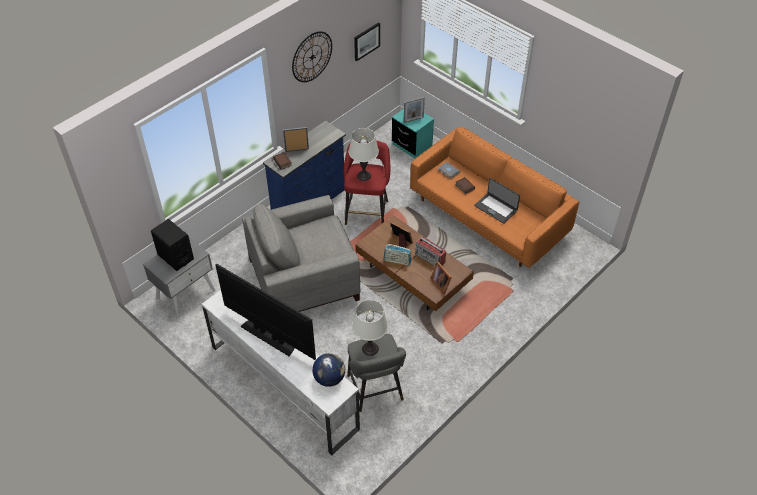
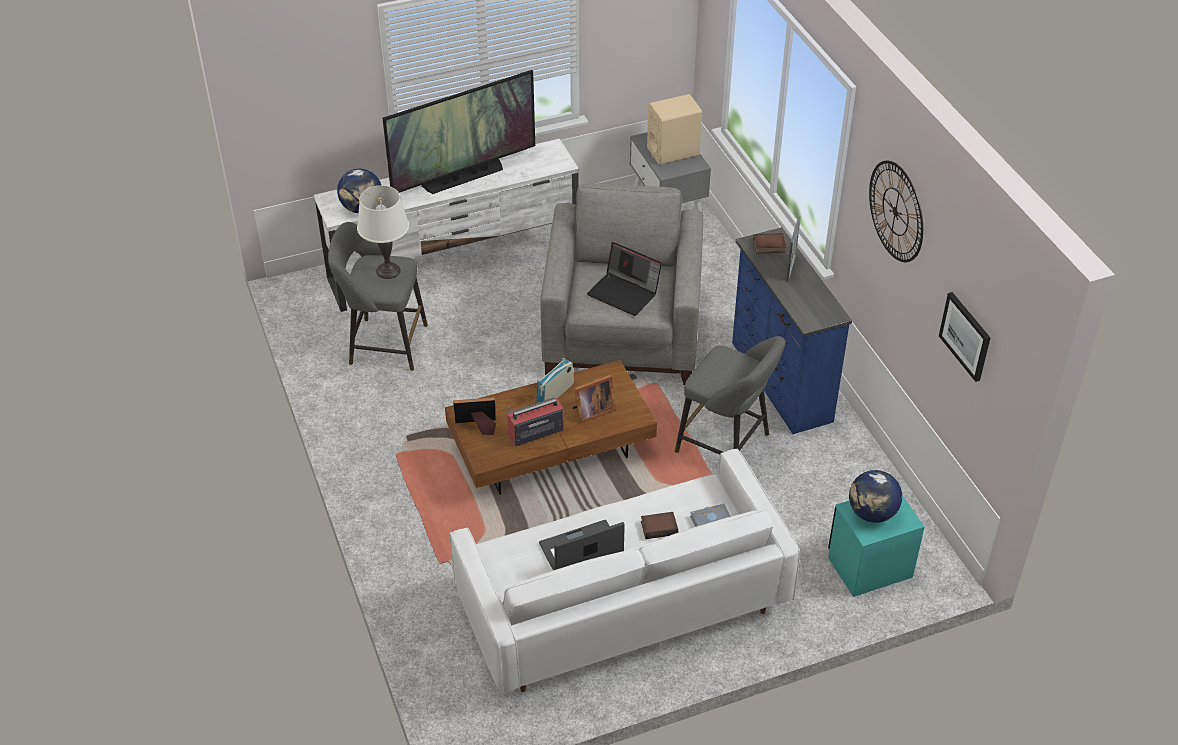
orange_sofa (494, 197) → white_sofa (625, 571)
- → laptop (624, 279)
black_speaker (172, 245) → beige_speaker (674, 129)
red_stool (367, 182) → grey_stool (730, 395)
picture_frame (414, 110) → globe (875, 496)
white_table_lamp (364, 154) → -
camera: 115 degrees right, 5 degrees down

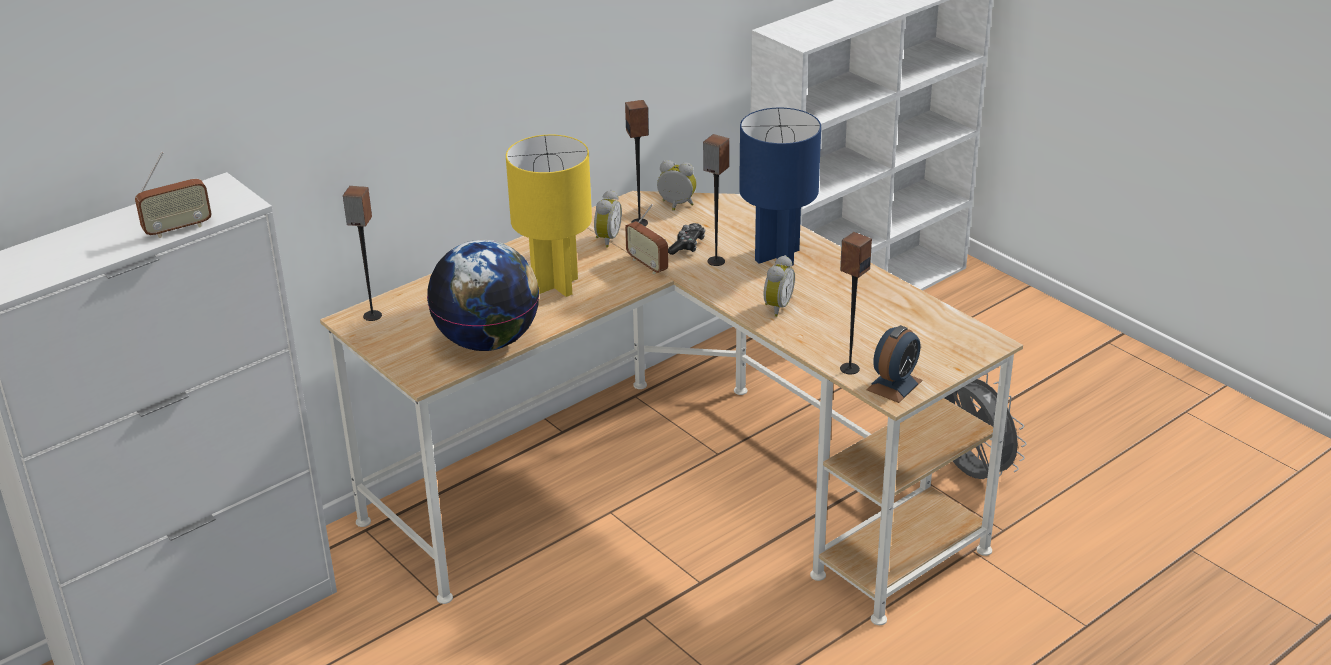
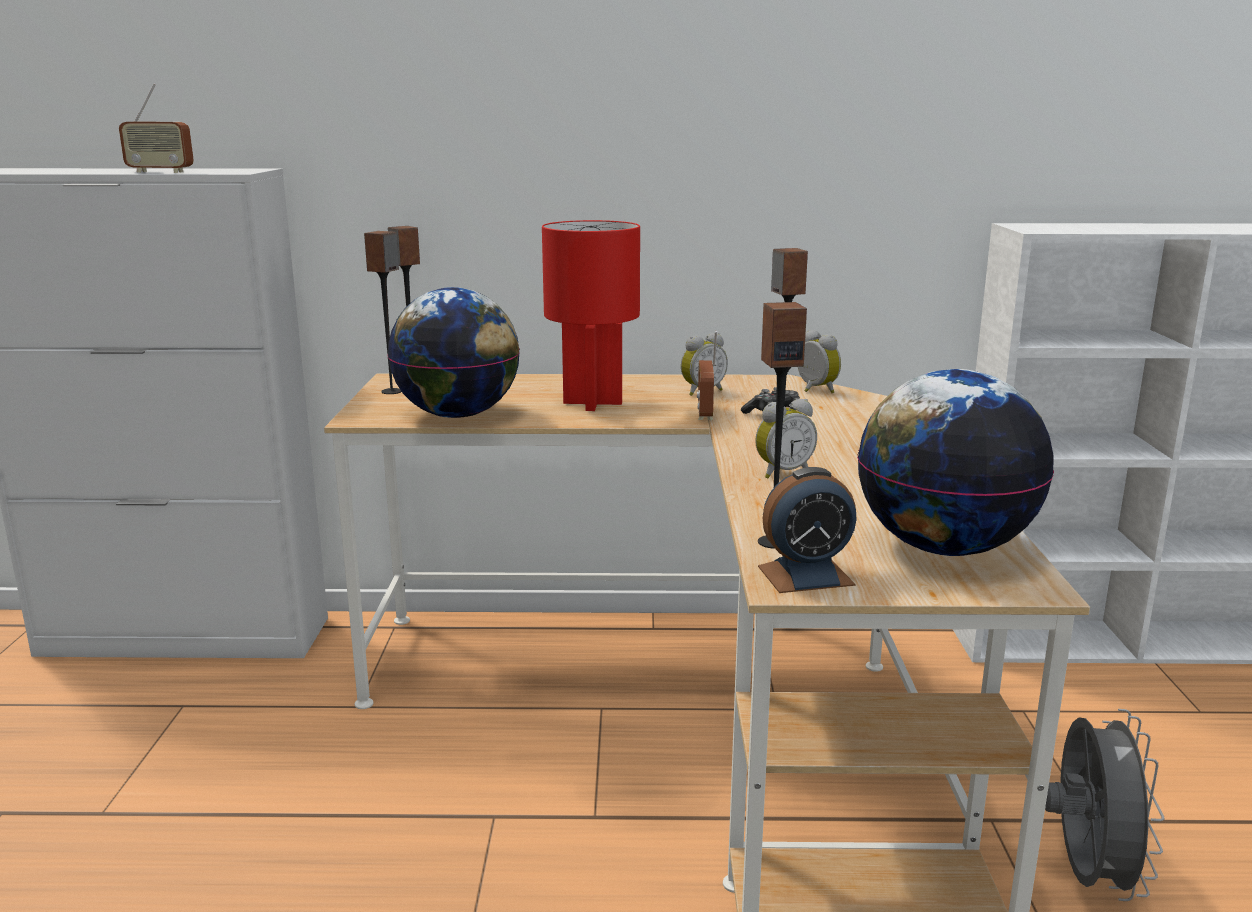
speaker (637, 163) → speaker (383, 312), moved
yellow_table_lamp (549, 216) → red_table_lamp (591, 315)
- → globe (955, 462)
blue_table_lamp (780, 187) → -
camera: 40 degrees right, 15 degrees down

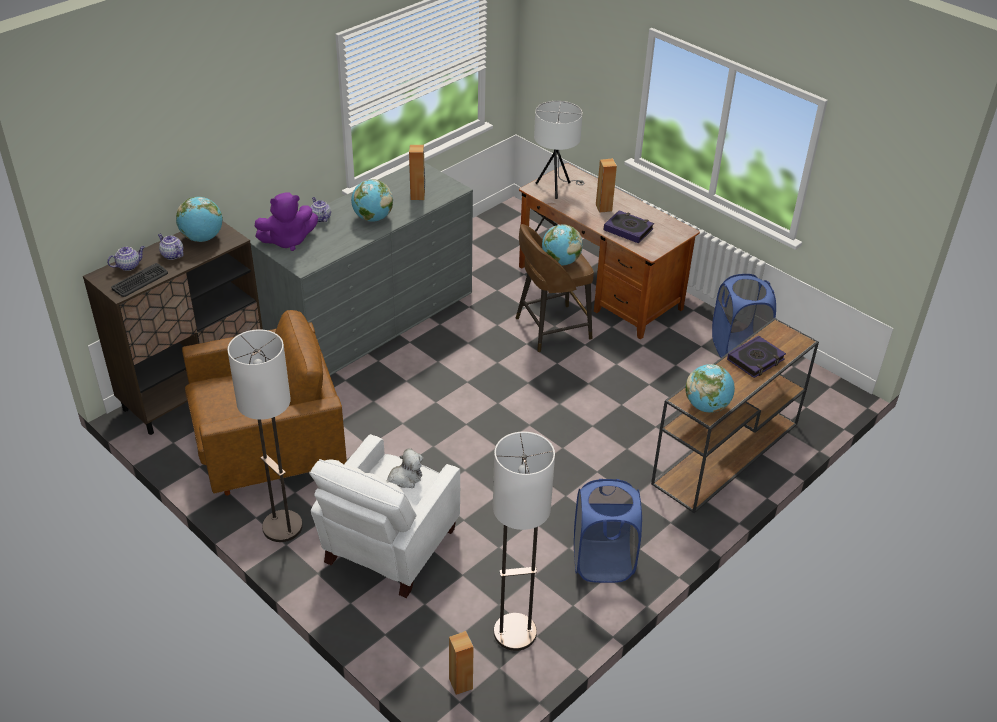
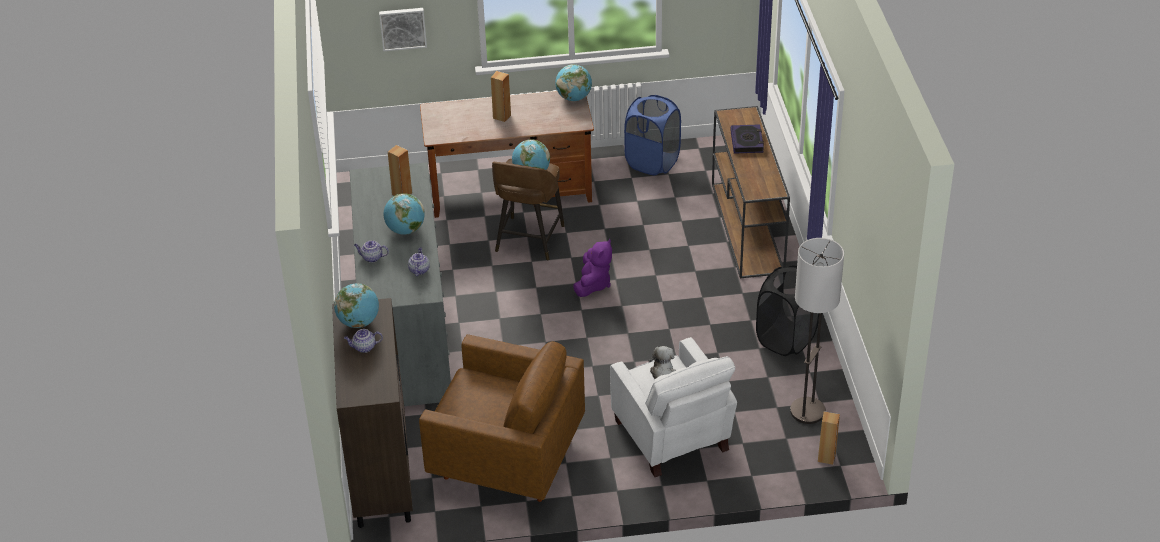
- → picture (403, 29)
teapot (125, 258) → teapot (419, 261), moved
brown_armchair (264, 403) → brown_armchair (502, 418), 90 degrees clockwise
globe (710, 388) → globe (573, 82), moved
purple_plush_toy (286, 222) → purple_plush_toy (592, 268), moved
blue_laundry_basket (608, 531) → black_laundry_basket (787, 310)
keyboard (139, 280) → -
floor_lamp (265, 435) → -
white_table_lamp (559, 150) → -
book (629, 226) → -
camera: 50 degrees left, 0 degrees up

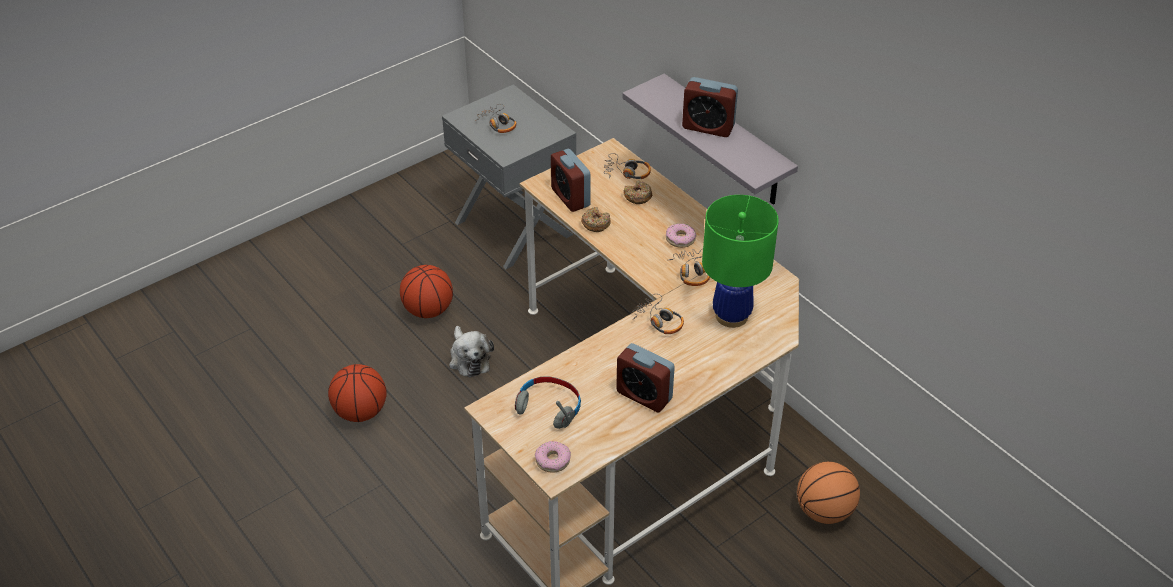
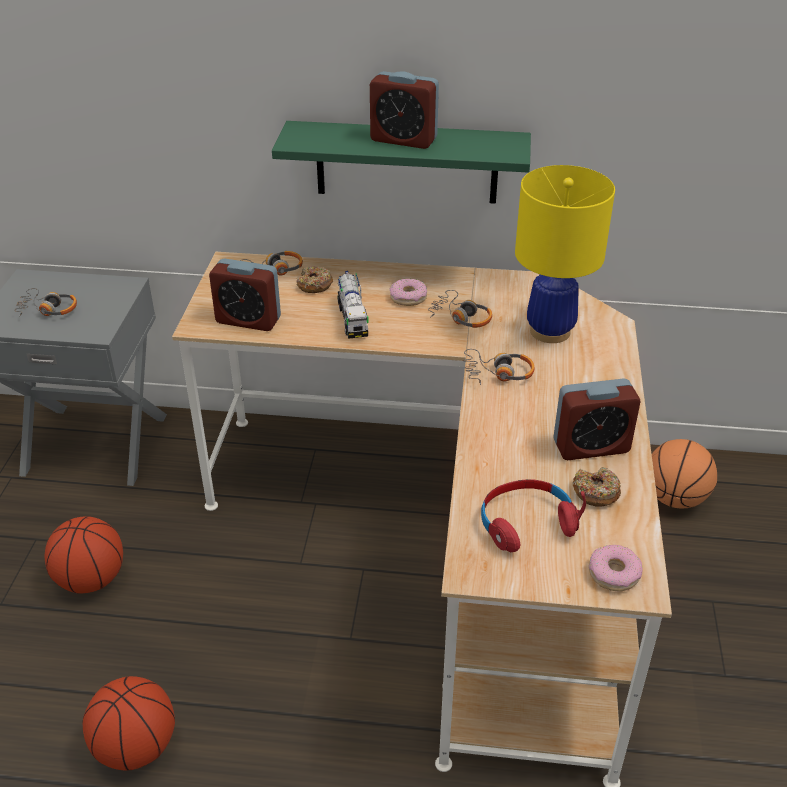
grey_shelf (710, 139) → green_shelf (401, 162)
- → toy_truck (353, 305)
alarm_clock (710, 107) → alarm_clock (404, 110), 45 degrees clockwise
grey_headphones (548, 402) → red_headphones (533, 515)
green_table_lamp (740, 261) → yellow_table_lamp (565, 254)
donut (596, 219) → donut (597, 487), moved
plush_toy (471, 352) → -
camera: 45 degrees left, 5 degrees down

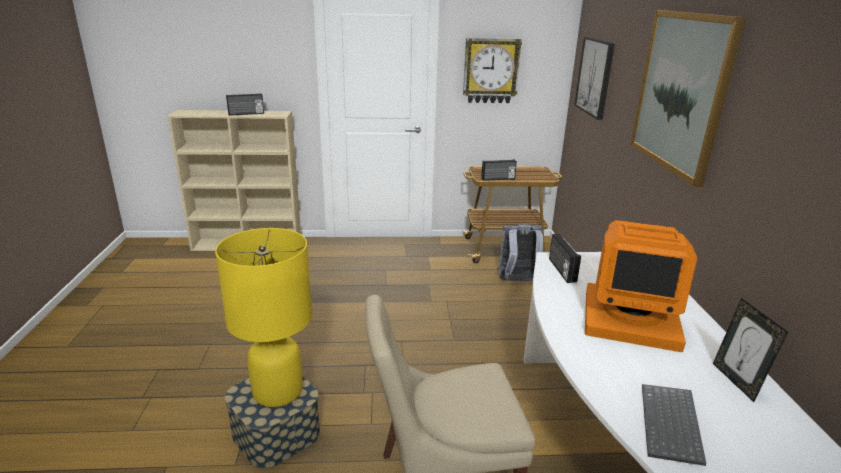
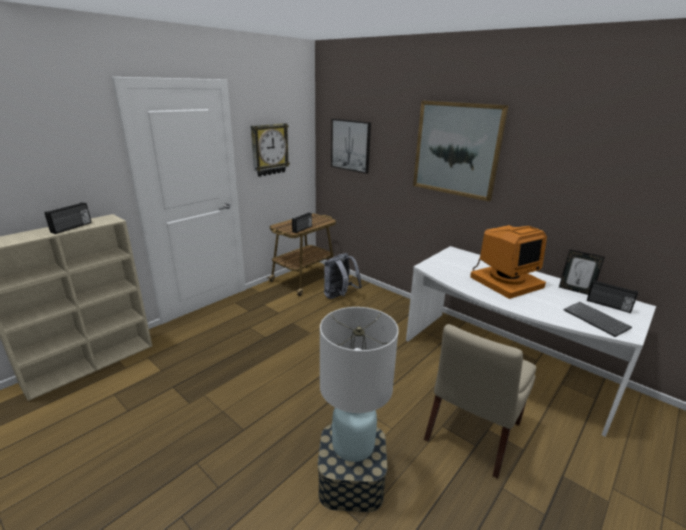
yellow_table_lamp (263, 317) → white_table_lamp (359, 384)
radio (565, 258) → radio (612, 296), moved
camera: 45 degrees left, 0 degrees up

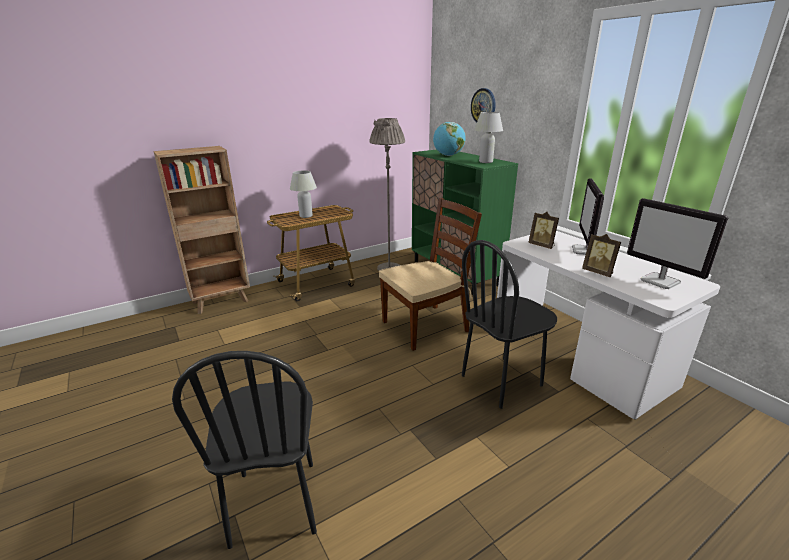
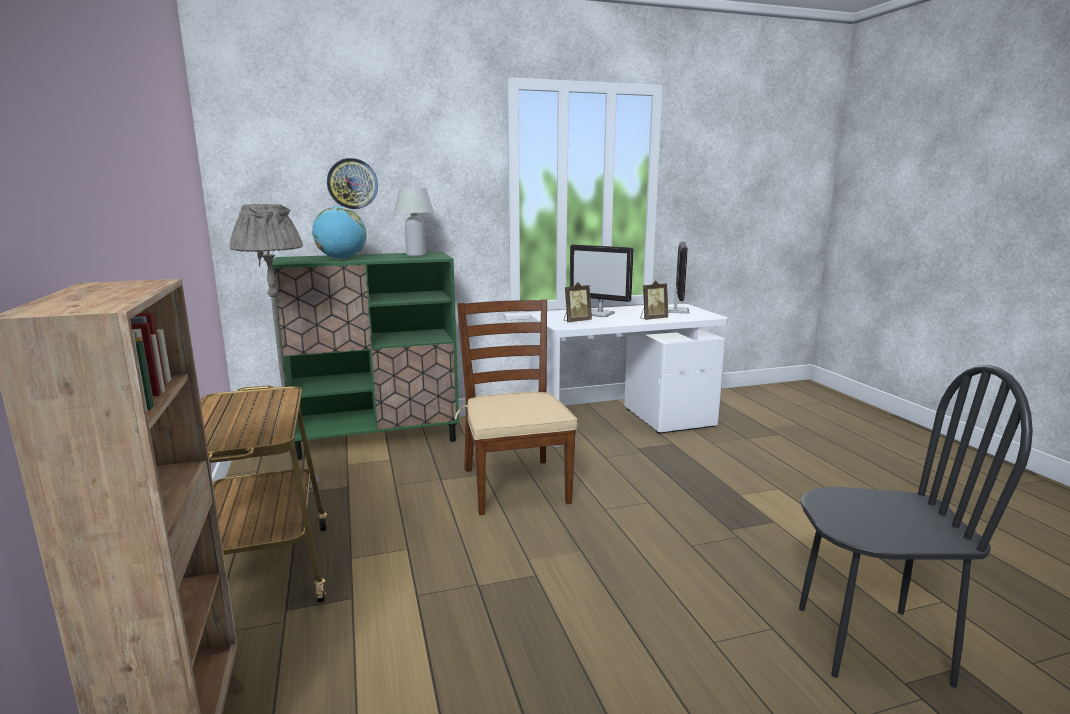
monitor (677, 243) → monitor (678, 277), 60 degrees counterclockwise
white_table_lamp (303, 194) → -
black_chair (509, 324) → -
camera: 75 degrees left, 10 degrees down

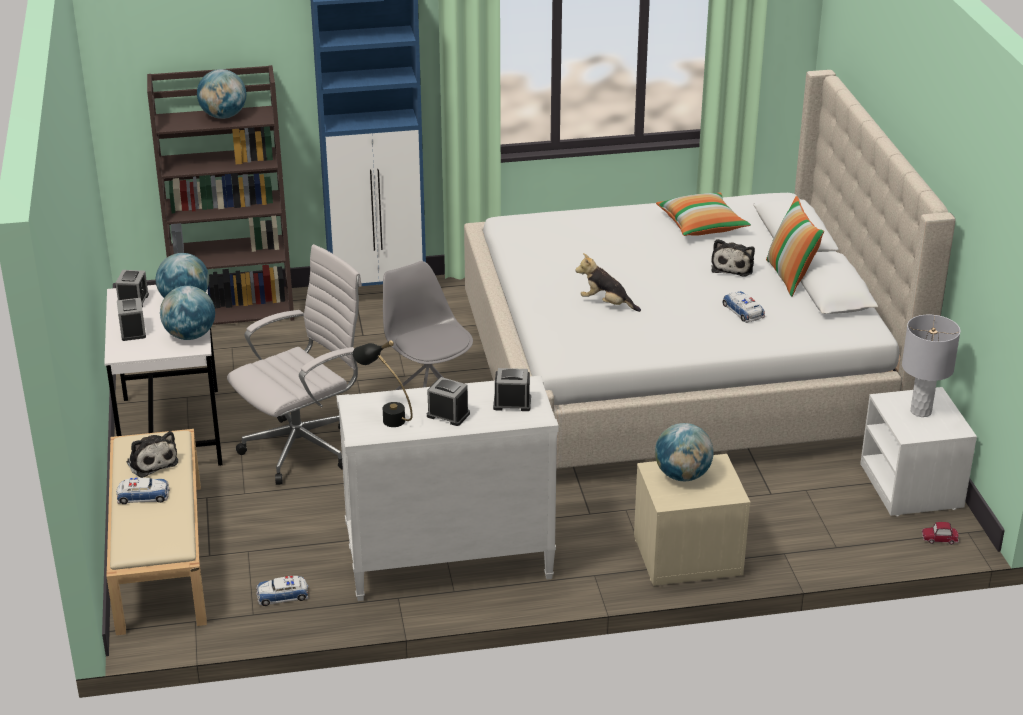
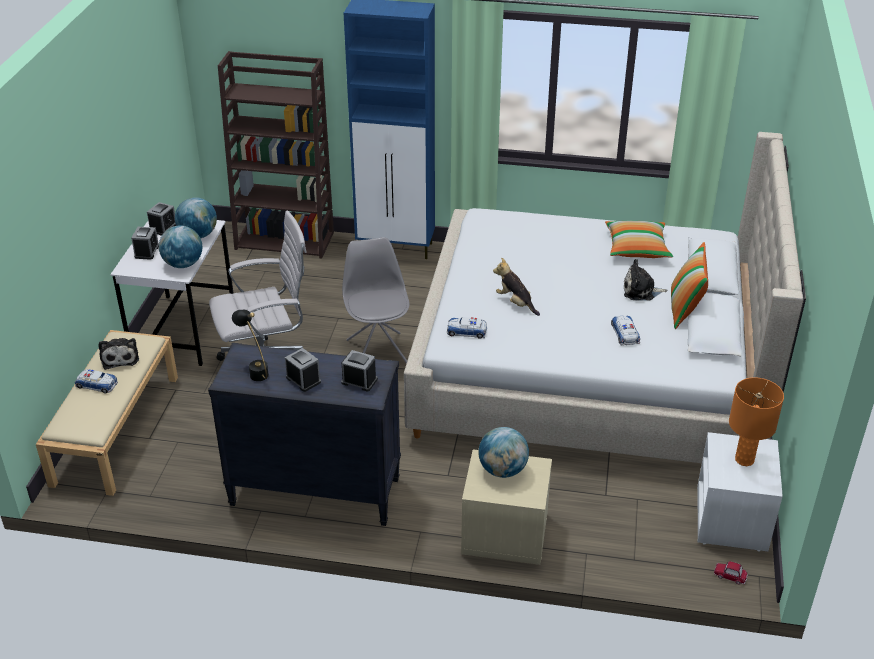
white_dresser (448, 488) → black_dresser (304, 434)
toy_car (282, 591) → toy_car (467, 328), moved
plush_toy (733, 258) → plush_toy (646, 279), 60 degrees clockwise
grey_table_lamp (931, 366) → orange_table_lamp (756, 421)
globe (221, 94) → -
camera: 20 degrees right, 5 degrees up

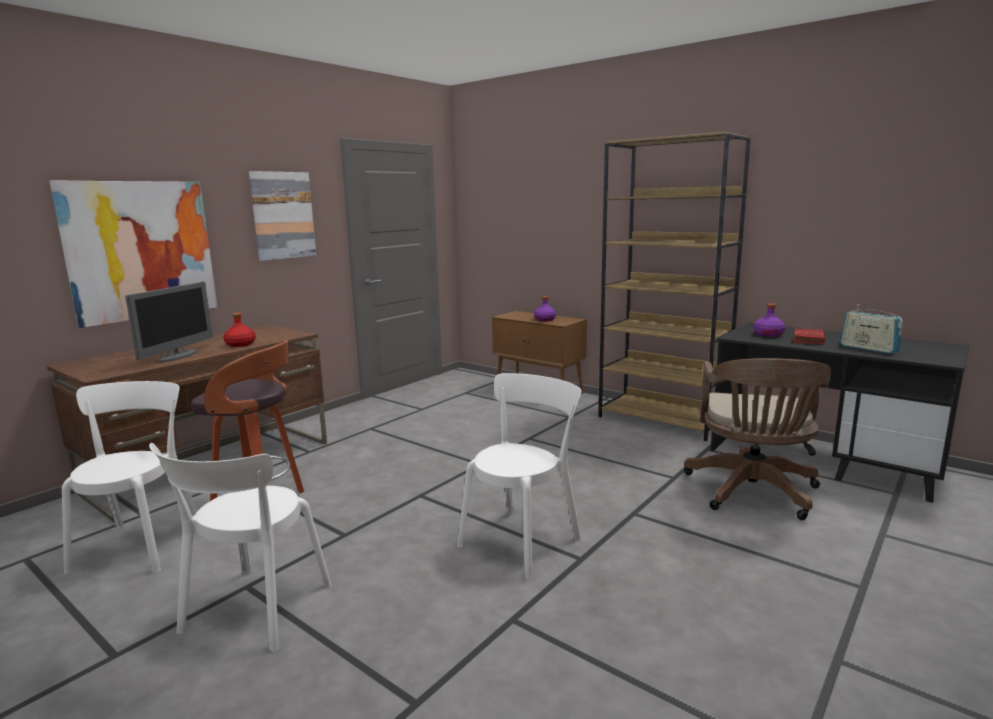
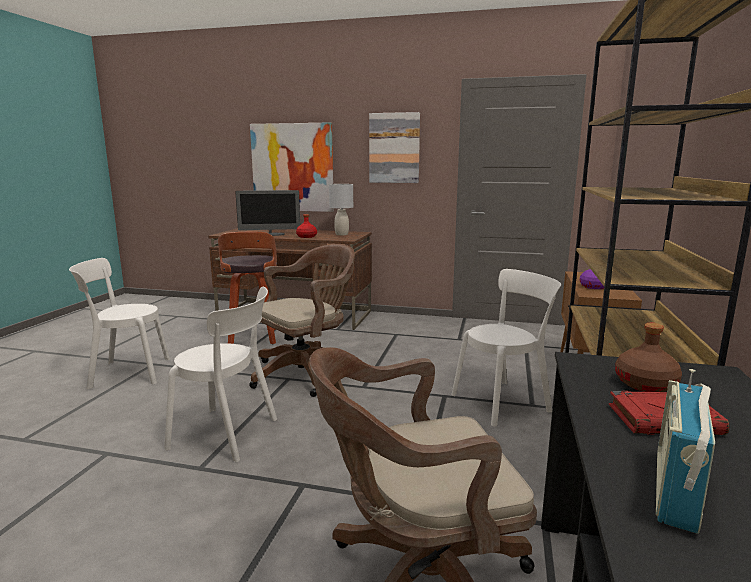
- → brown_office_chair (302, 320)
- → grey_table_lamp (341, 209)
white_chair (129, 477) → white_chair (506, 348), moved
purple_bottle (769, 320) → brown_bottle (648, 357)
camera: 65 degrees right, 0 degrees up

